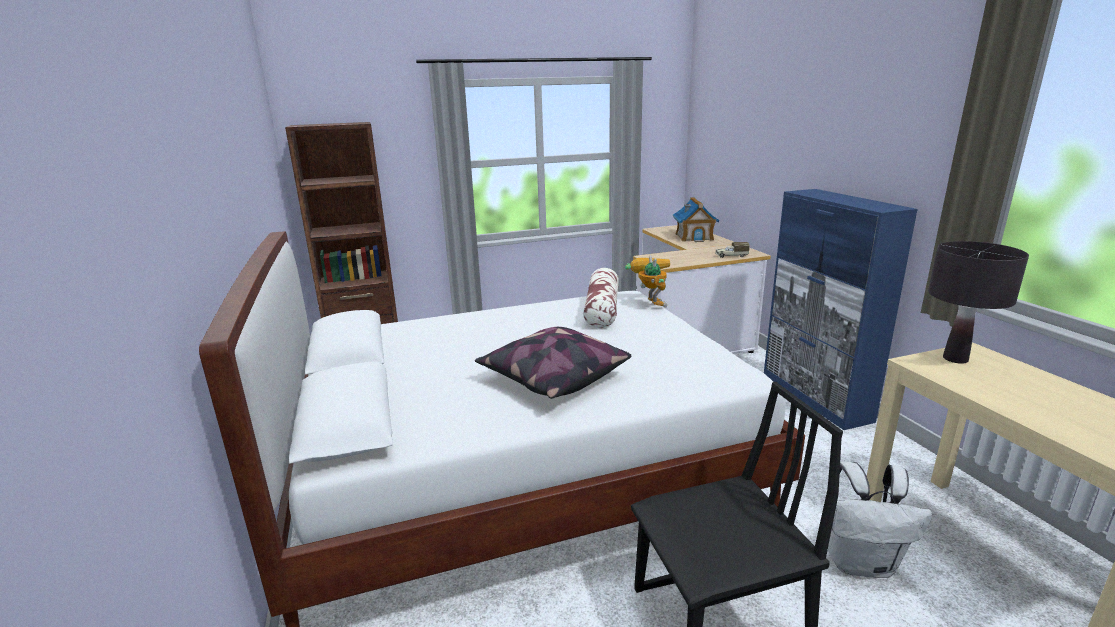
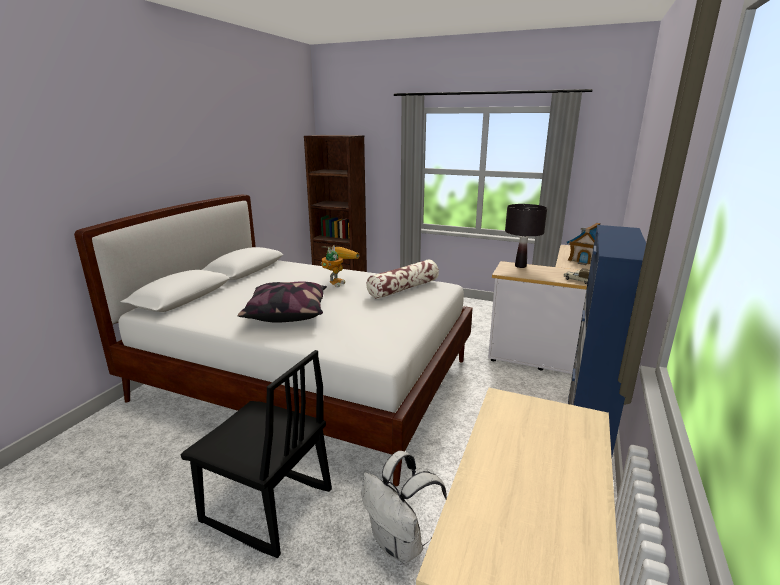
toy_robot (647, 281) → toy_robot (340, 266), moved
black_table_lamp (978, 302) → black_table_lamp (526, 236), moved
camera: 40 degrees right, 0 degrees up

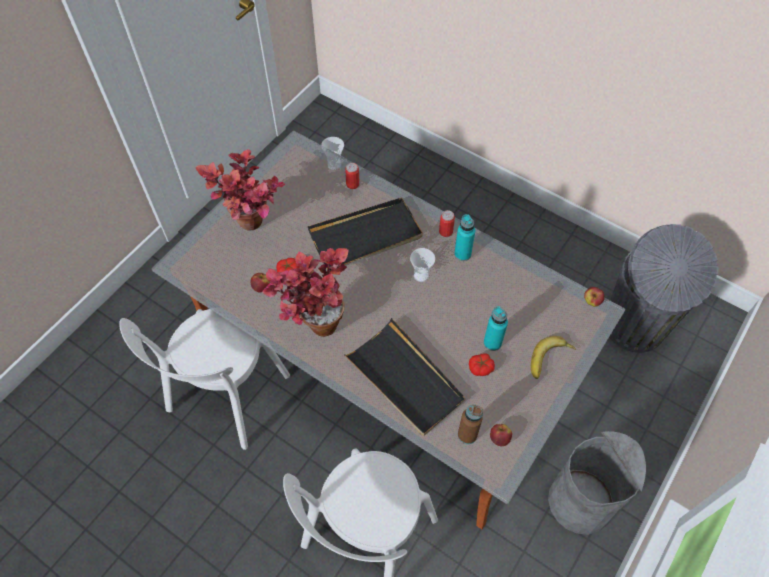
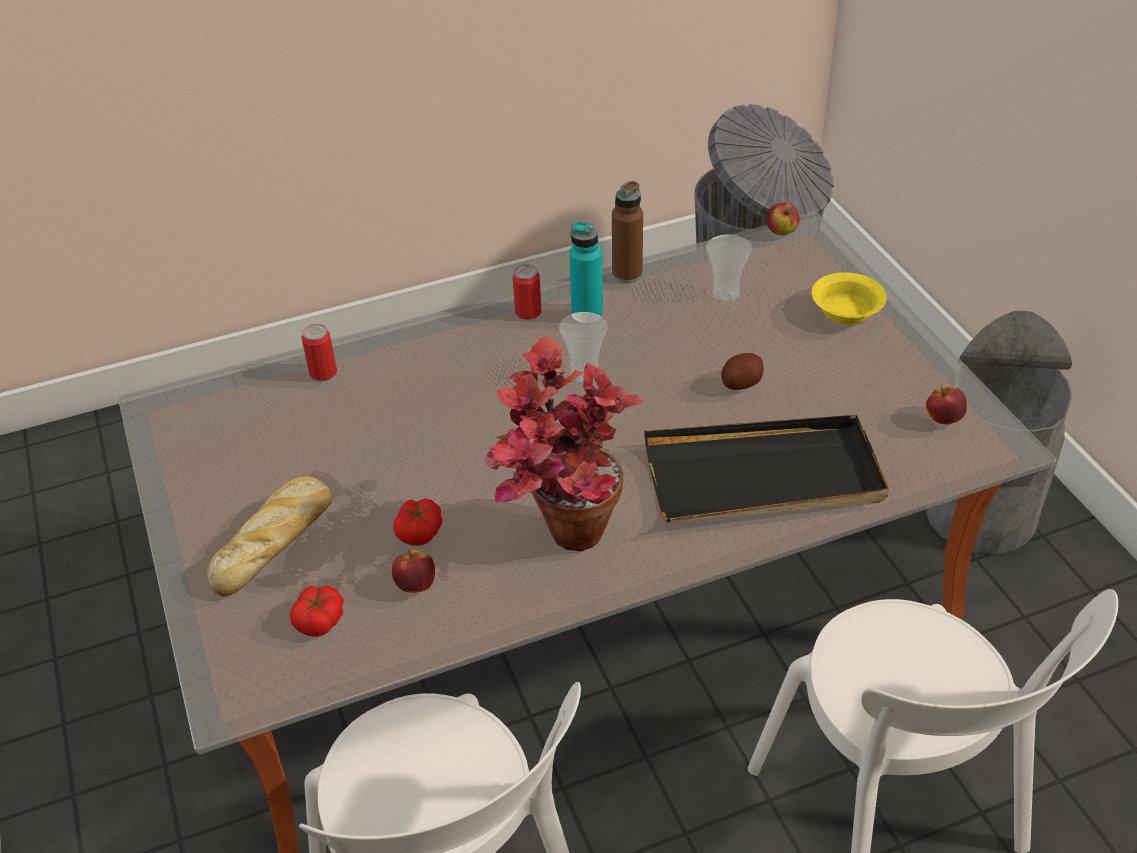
potted_plant (240, 190) → bread (269, 536)
tomato (482, 364) → tomato (316, 611), moved
brown_bottle (470, 424) → brown_bottle (627, 232), moved
cup (332, 153) → cup (729, 268), moved
- → potato (742, 371)
banana (553, 357) → yellow_bowl (849, 298)
black_tray (365, 234) → -
turquoise_bottle (496, 328) → -
camera: 55 degrees left, 15 degrees down

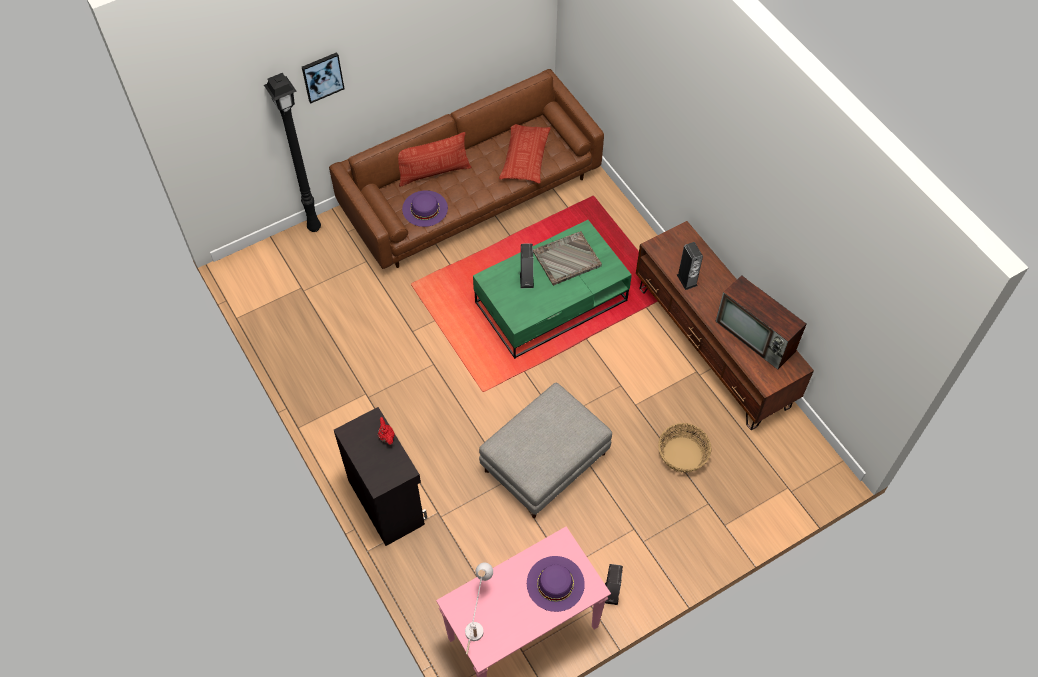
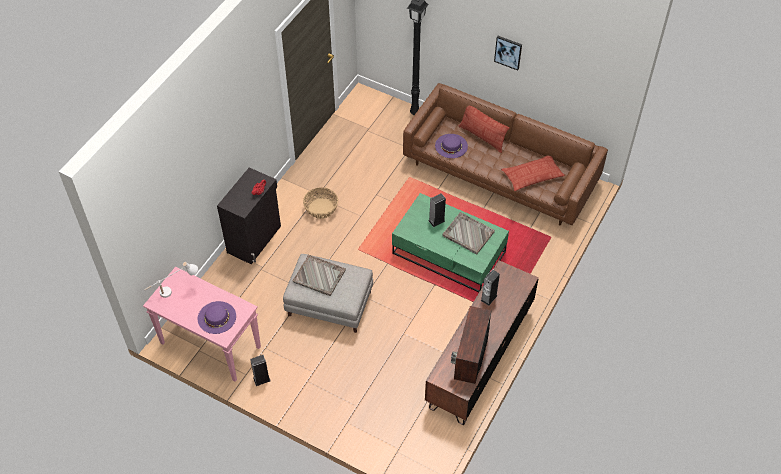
- → grey_tray (319, 275)
basket (685, 448) → basket (320, 203), moved
picture (323, 77) → picture (508, 53), moved
camera: 60 degrees right, 5 degrees down

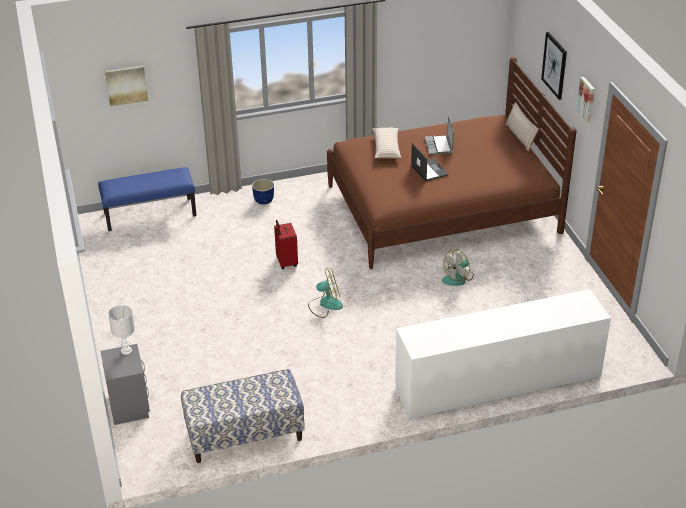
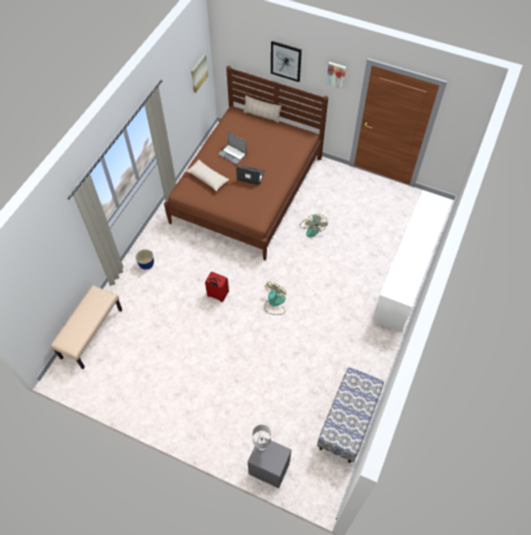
blue_bench (147, 199) → beige_bench (86, 327)
picture (126, 86) → picture (199, 73), moved
camera: 50 degrees left, 20 degrees up

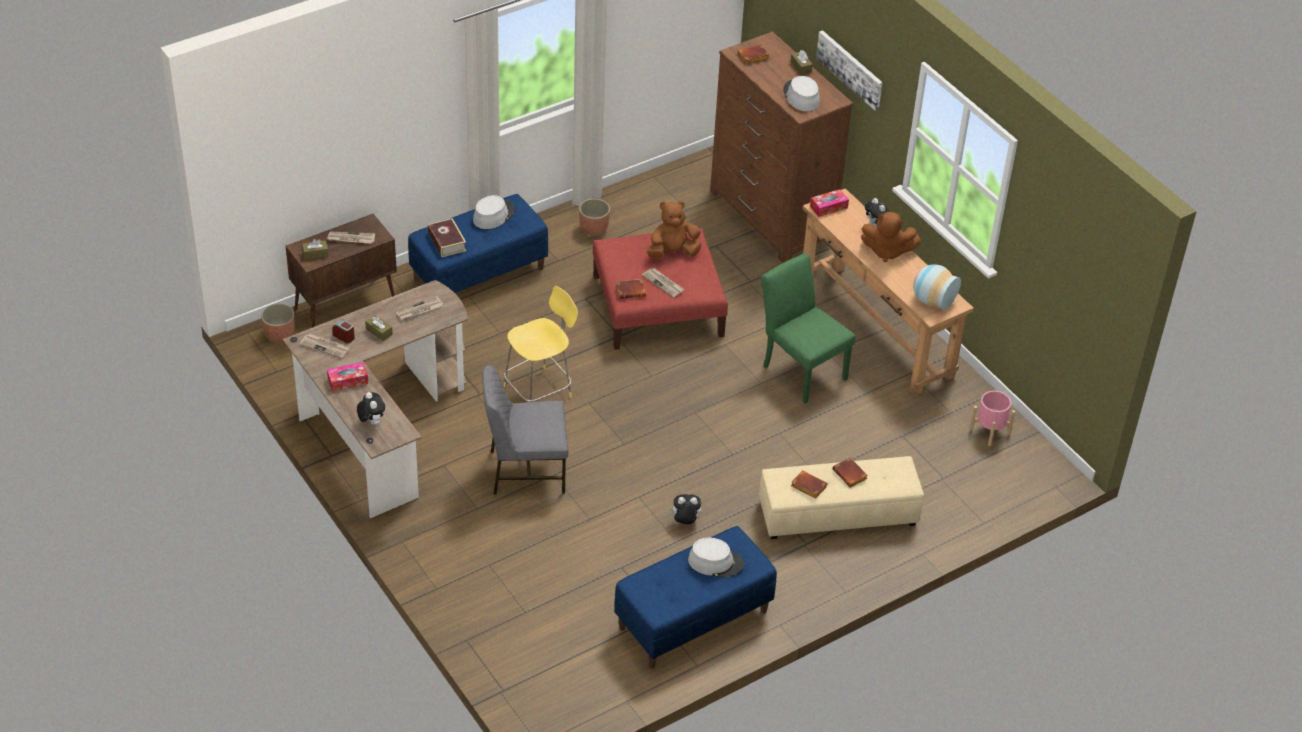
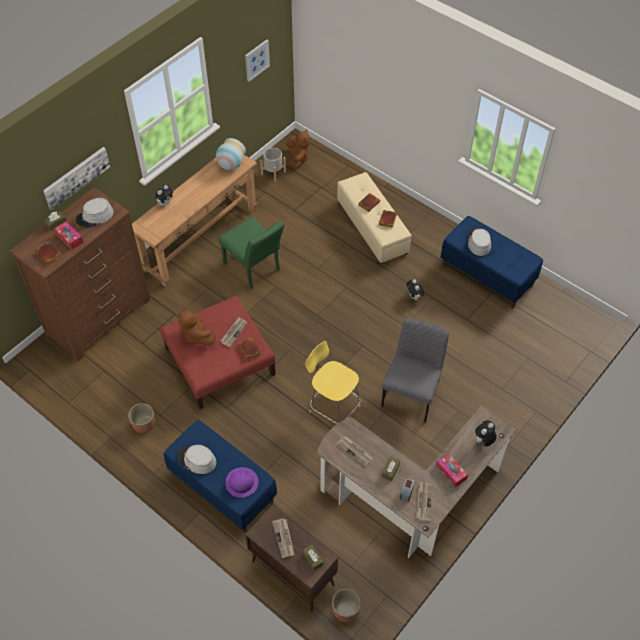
tissue_box (829, 203) → tissue_box (69, 236), moved
green_chair (808, 328) → green_chair (252, 253), 75 degrees counterclockwise
book (447, 237) → purple_hat (241, 482)
- → picture (257, 61)
pink_planter (992, 418) → grey_planter (273, 165)
brown_plush_toy (891, 237) → brown_plush_toy (298, 149), moved
grey_chair (525, 430) → grey_chair (415, 370), 135 degrees counterclockwise
camera: 105 degrees left, 10 degrees up

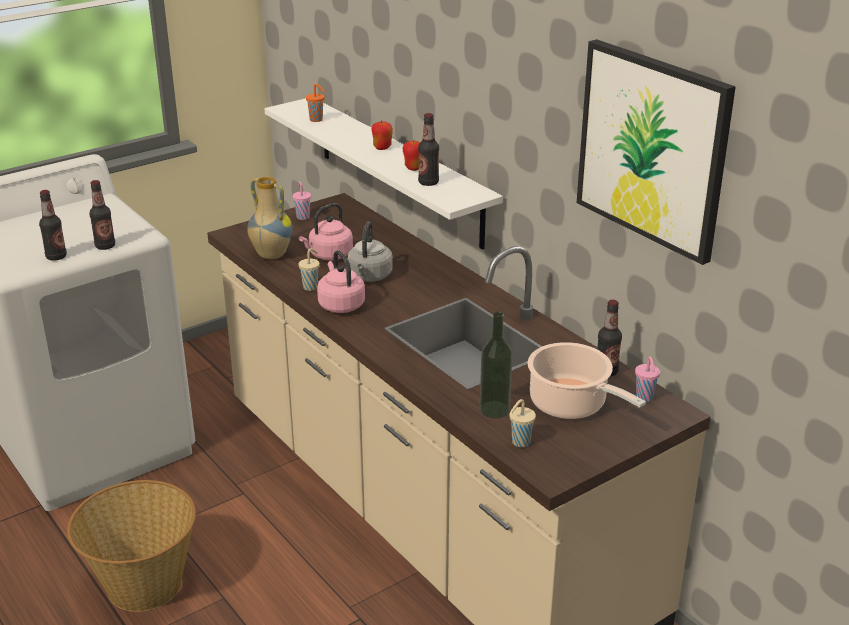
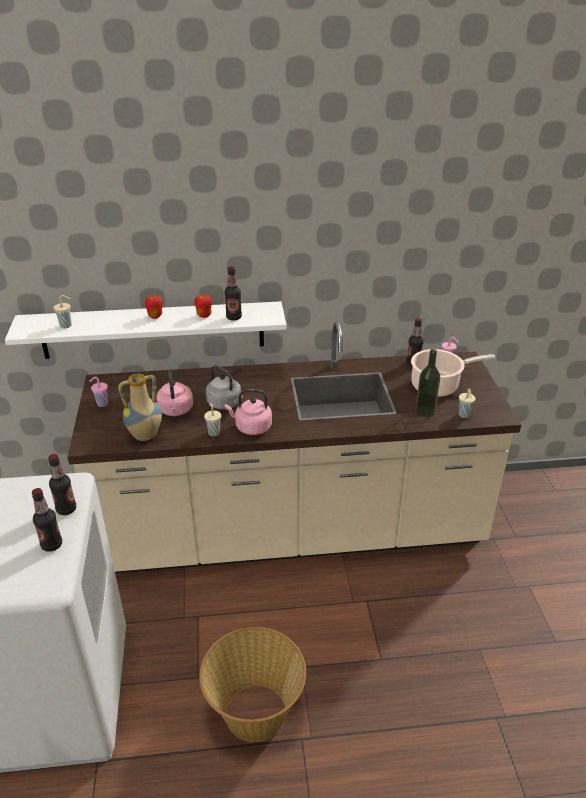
orange_cup (315, 103) → beige_cup (62, 311)
picture (656, 152) → -
camera: 60 degrees left, 5 degrees up

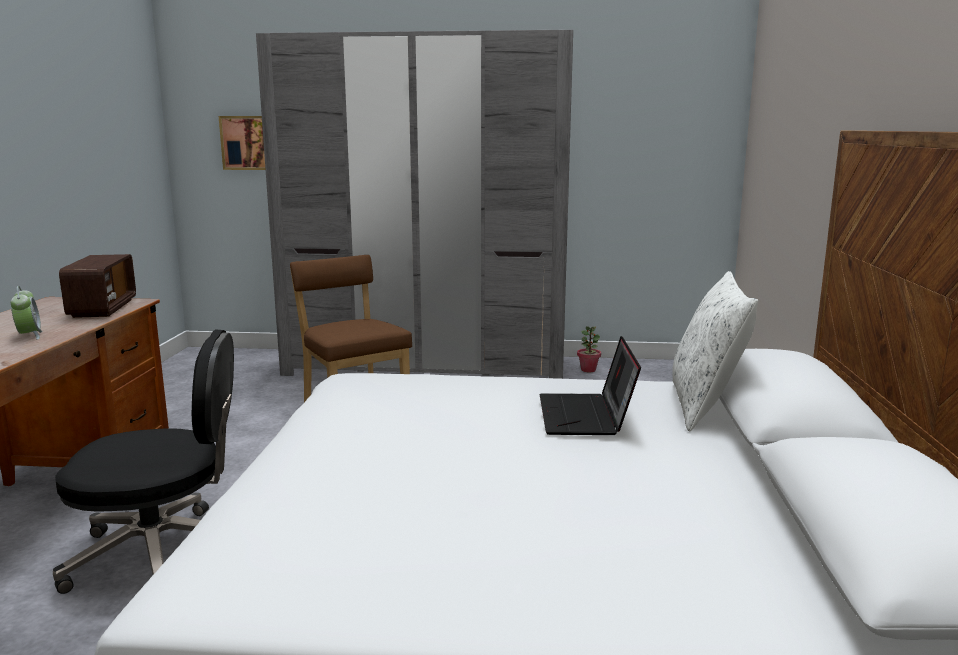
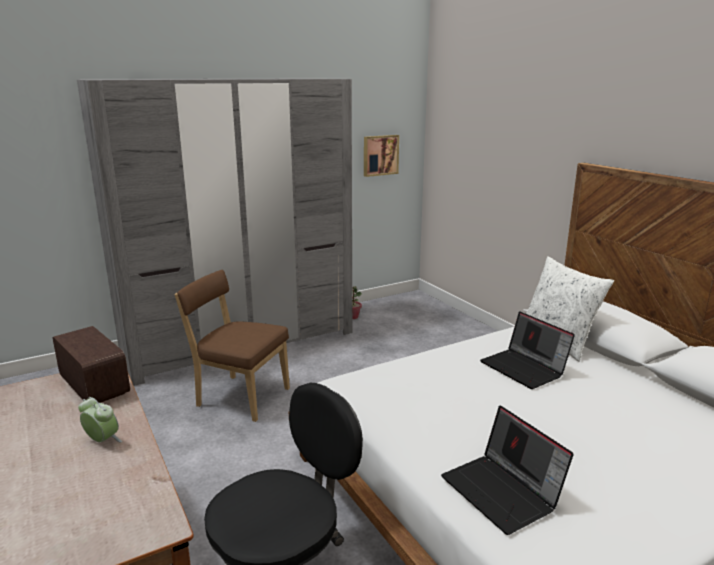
picture (242, 143) → picture (381, 156), moved
- → laptop (507, 470)
camera: 35 degrees left, 5 degrees up

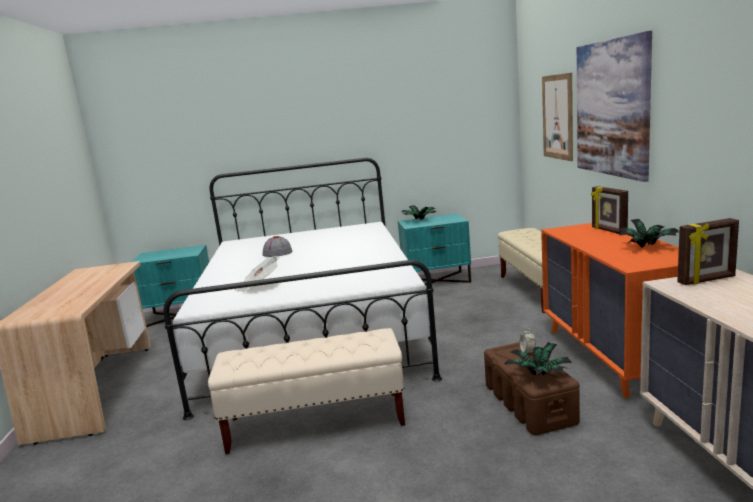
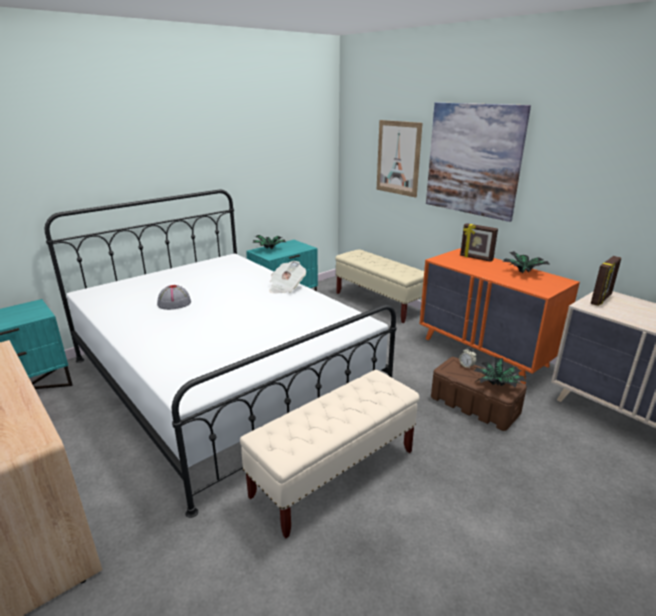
newspaper (256, 274) → newspaper (287, 277), moved
camera: 35 degrees left, 10 degrees up

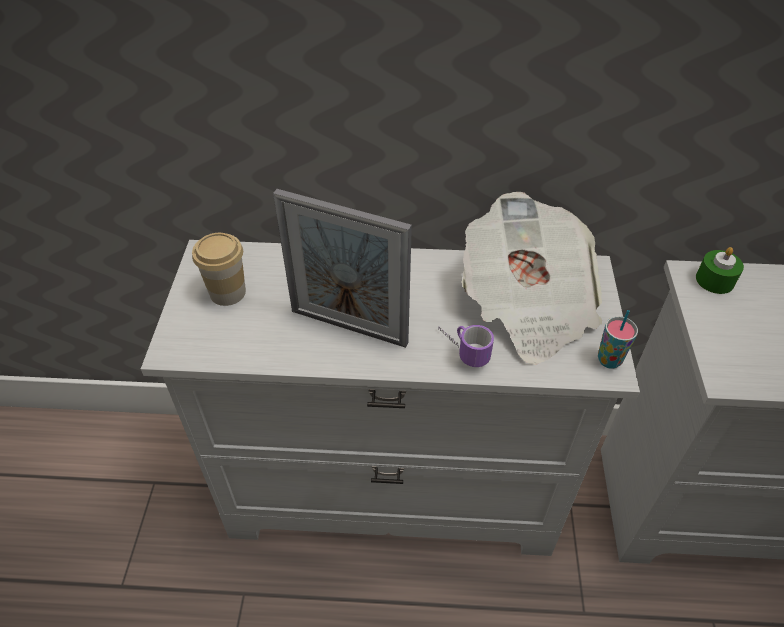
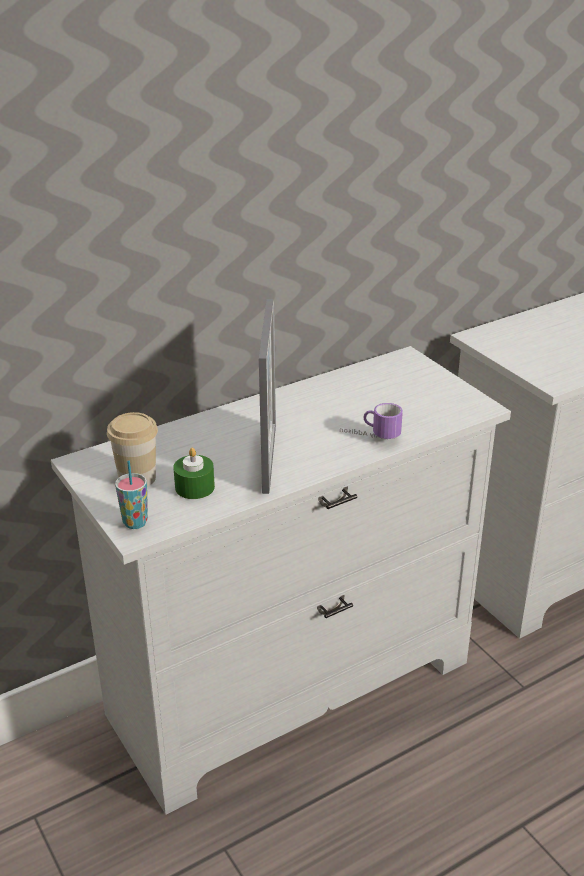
cup (618, 339) → cup (131, 494), moved
green_candle (720, 270) → green_candle (194, 473), moved
picture_frame (342, 268) → picture_frame (267, 396), 75 degrees counterclockwise
newspaper (531, 278) → -
camera: 35 degrees left, 15 degrees down

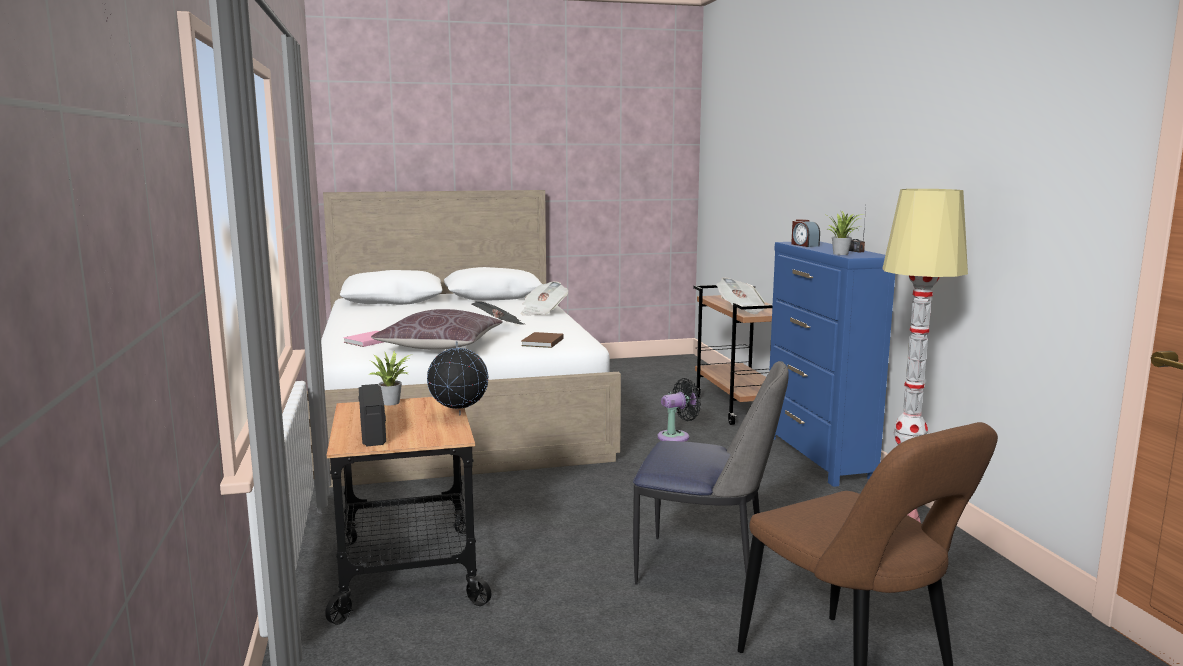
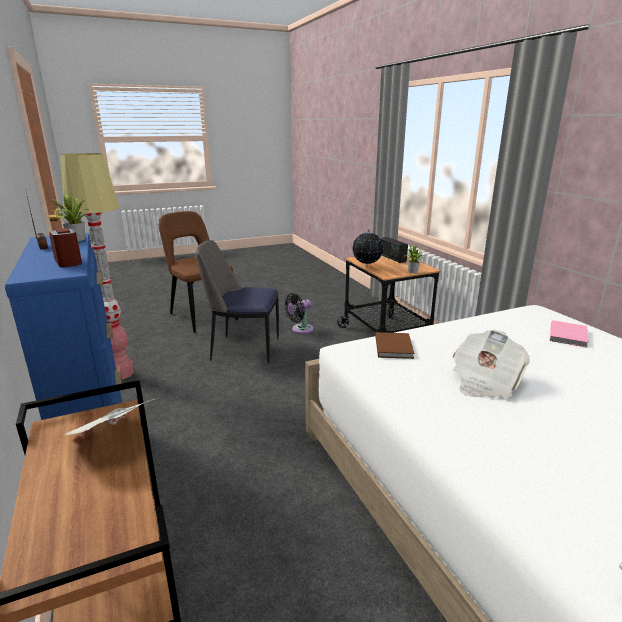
black_fan (679, 410) → black_fan (299, 313), moved
brown_pillow (437, 329) → -
newspaper (544, 298) → -
camera: 170 degrees right, 10 degrees up

